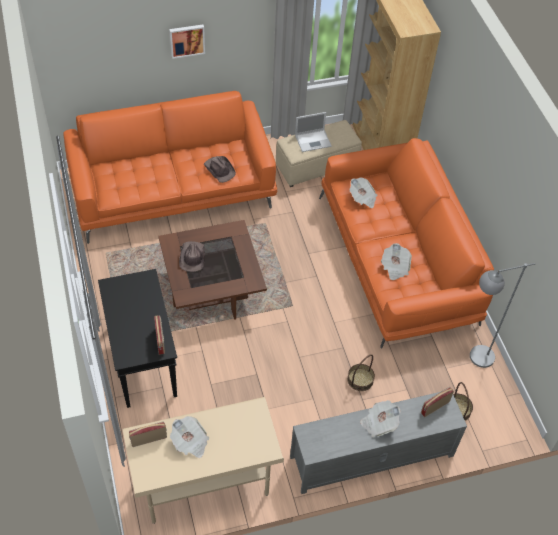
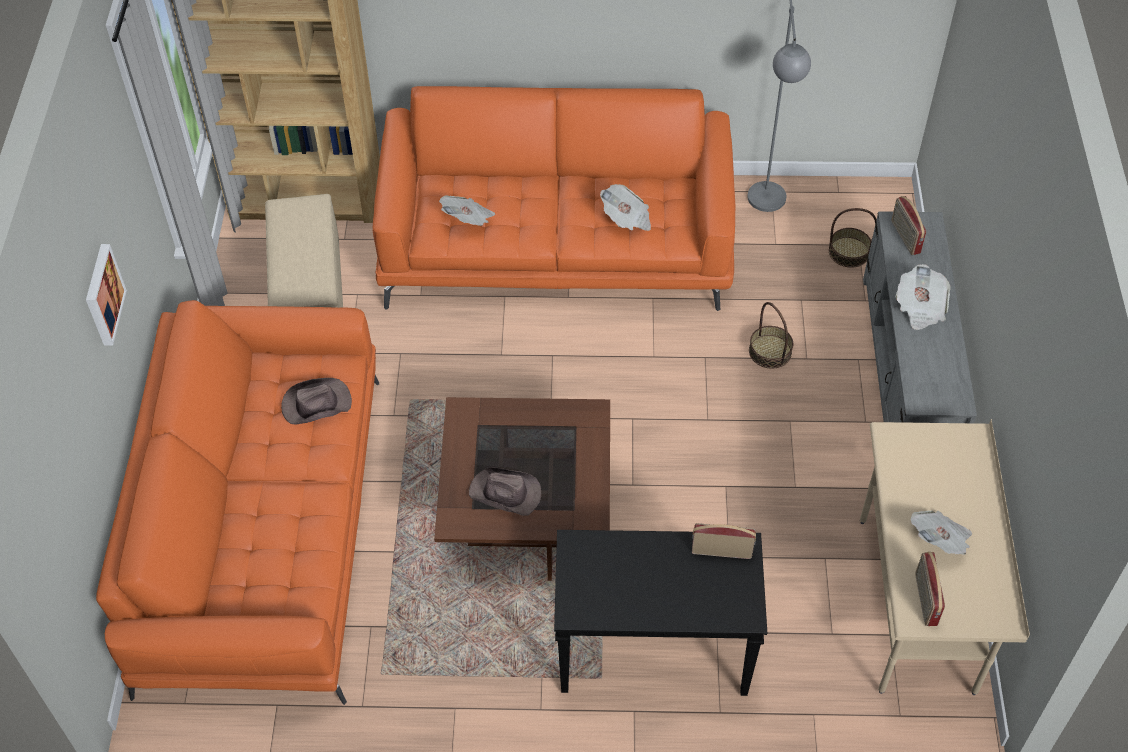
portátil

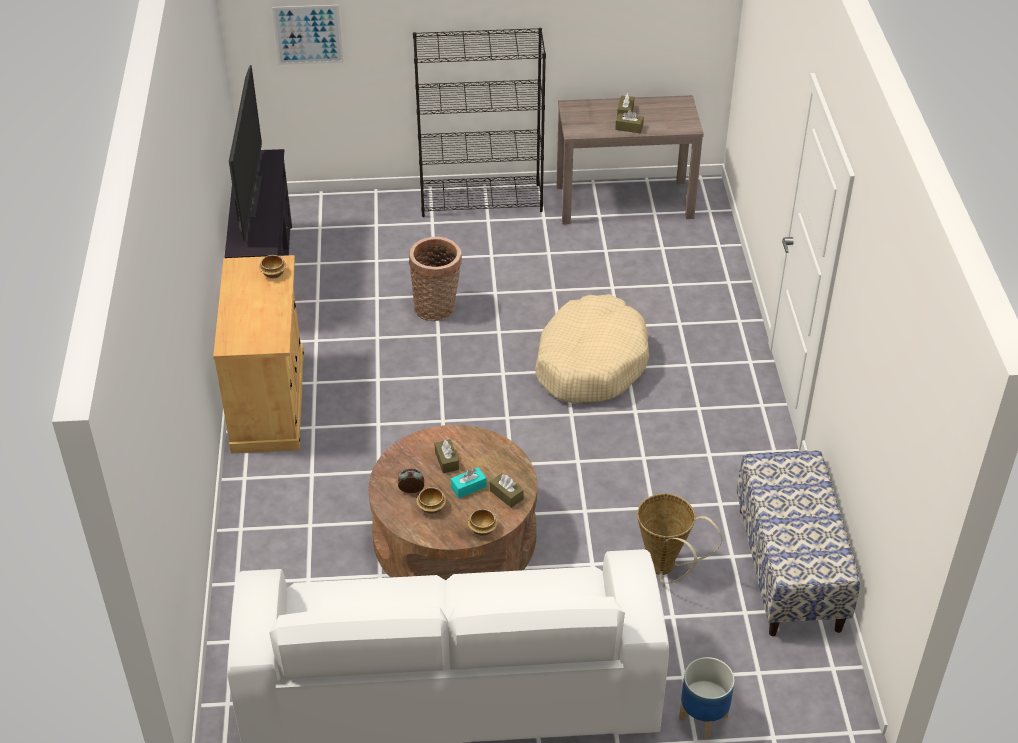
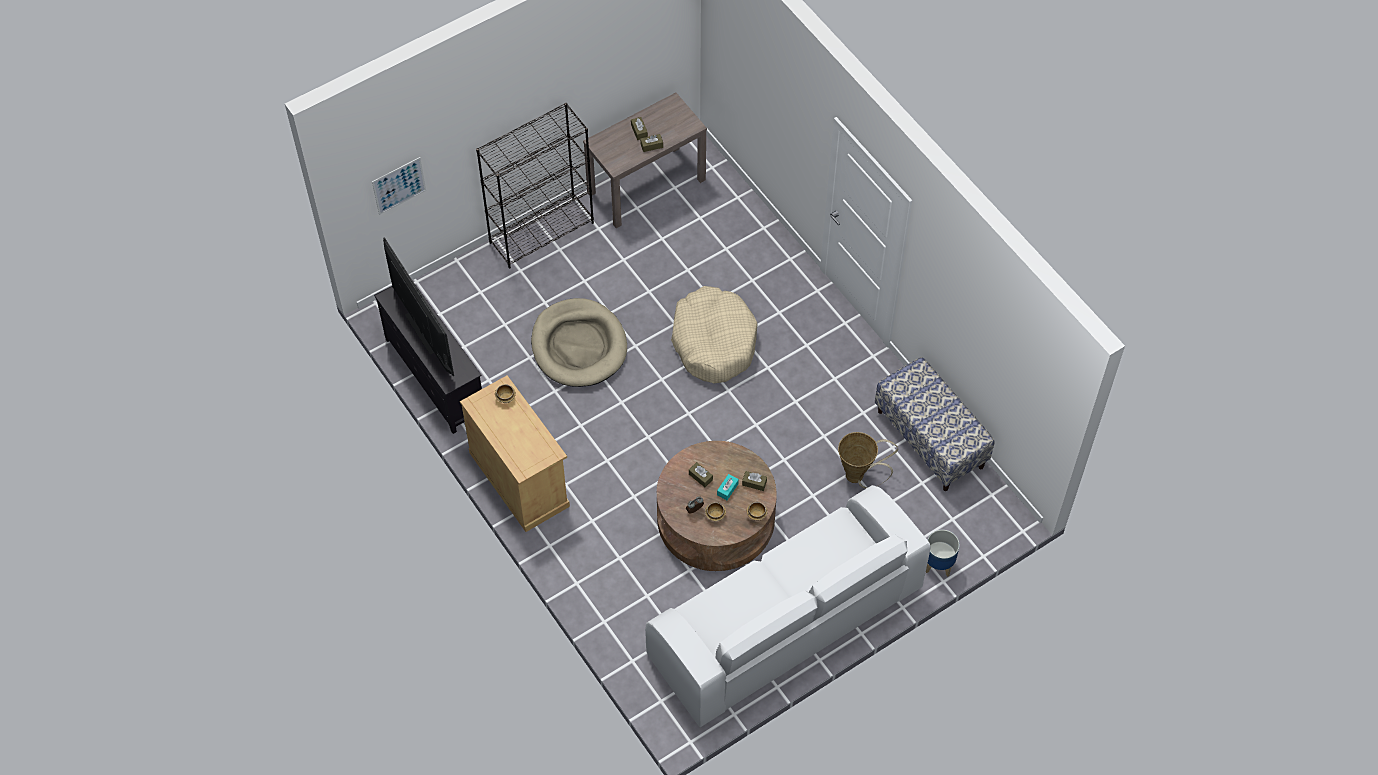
cama para perro/beis (1st from left)

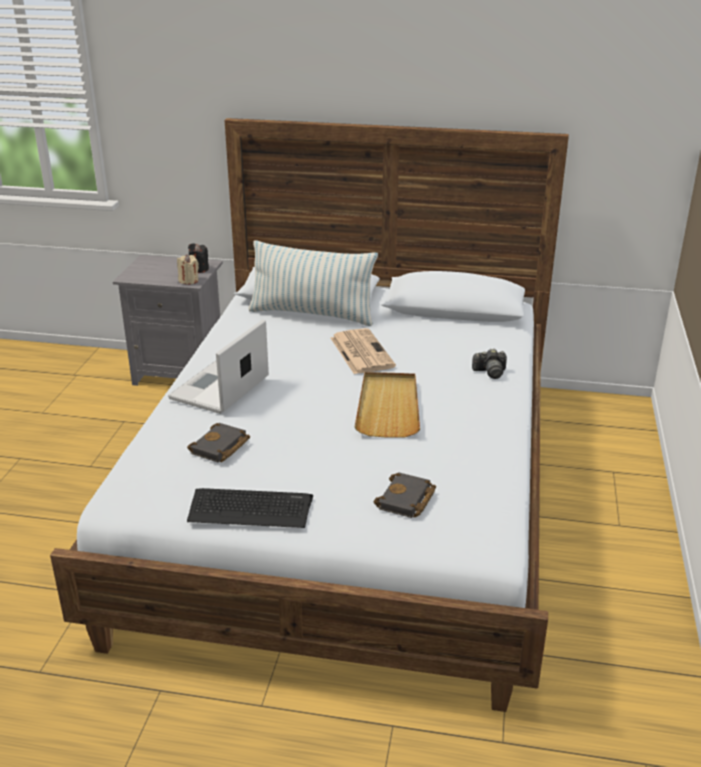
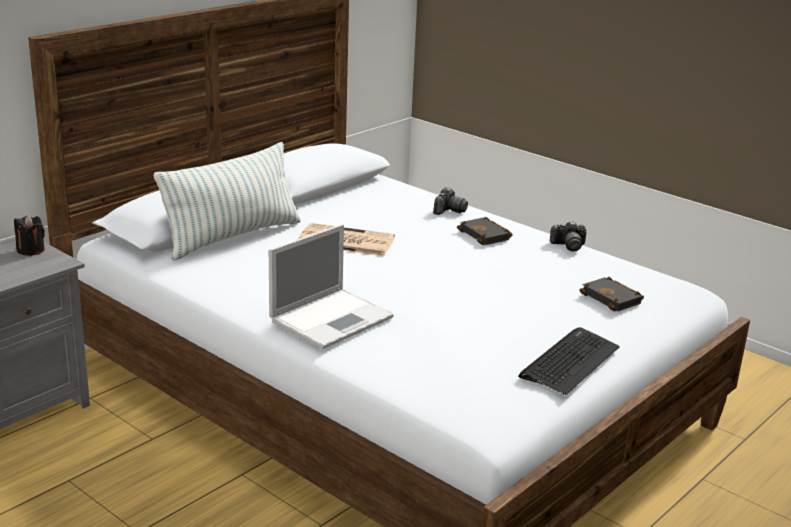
portátil
vela/beis
libro/negro (1st from left)
bandeja/beis
cámara (2nd from left)

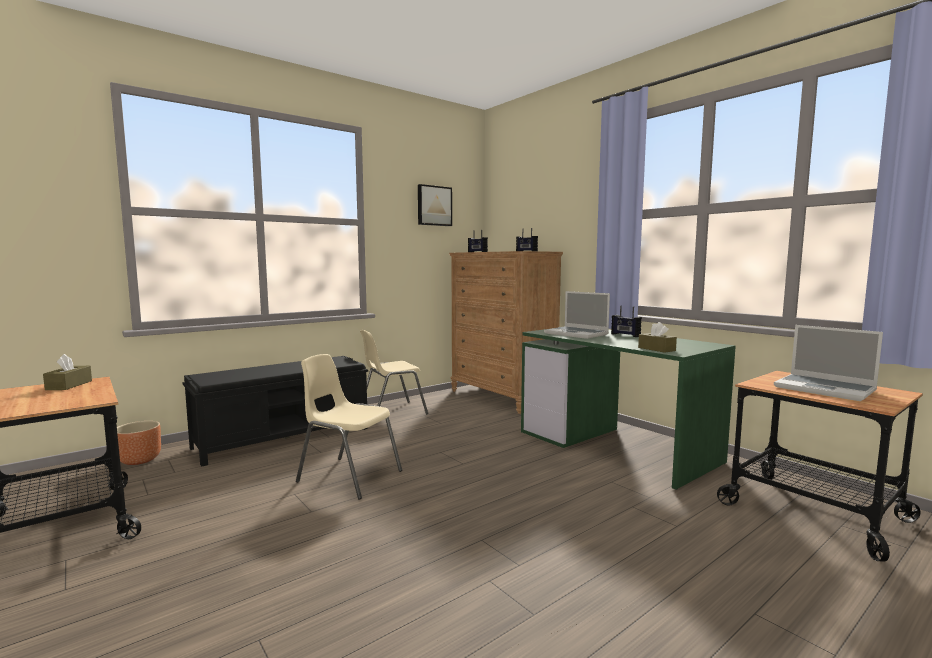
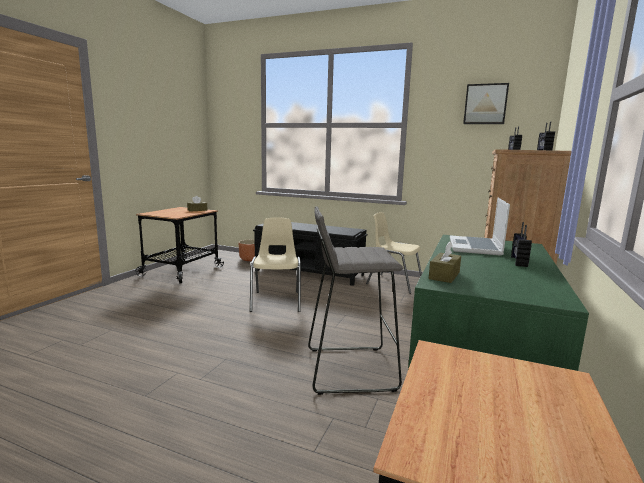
portátil (2nd from left in the first image)
taburete/gris

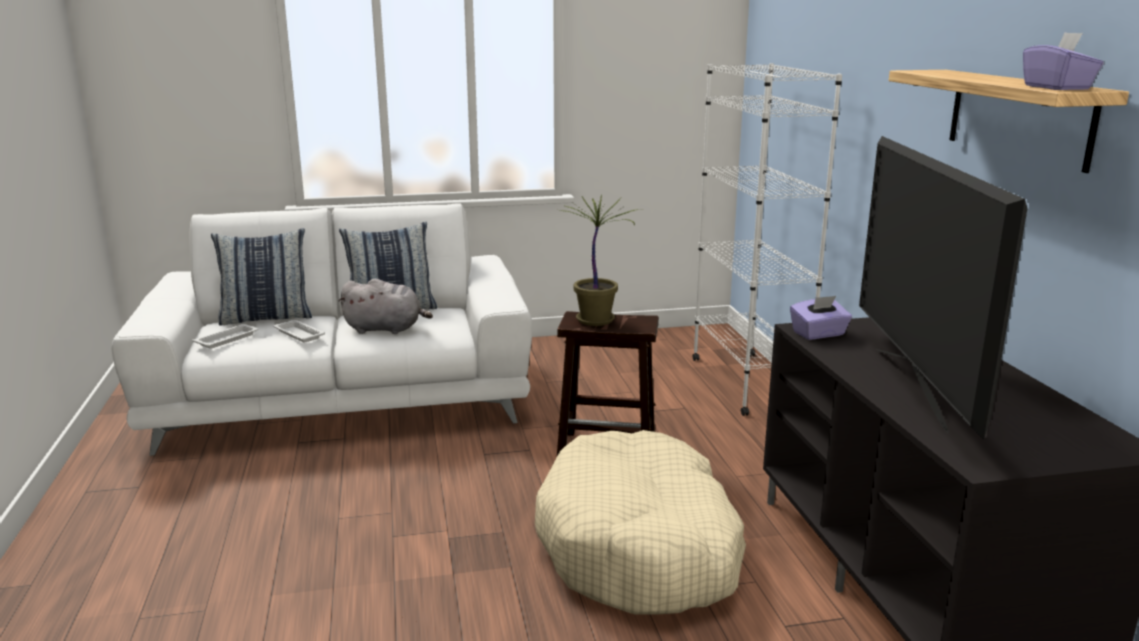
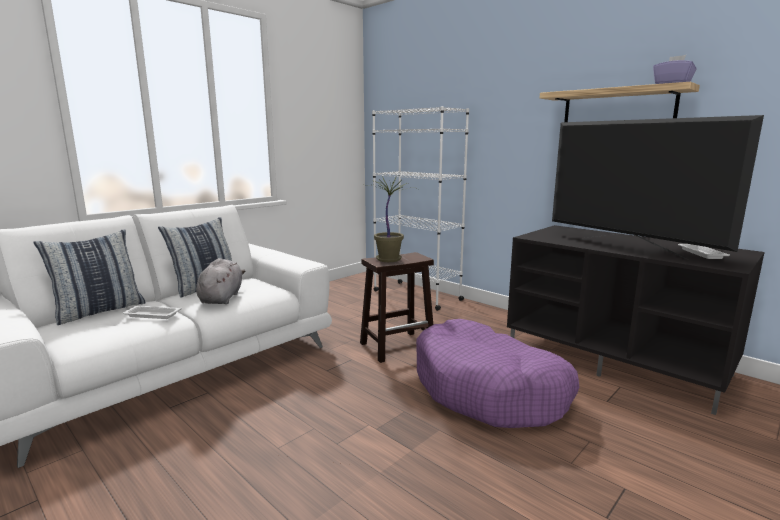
bandeja/blanco (2nd from left)
peluche/gris
cama para perro/morado
caja de pañuelos/morado (1st from left in the first image)

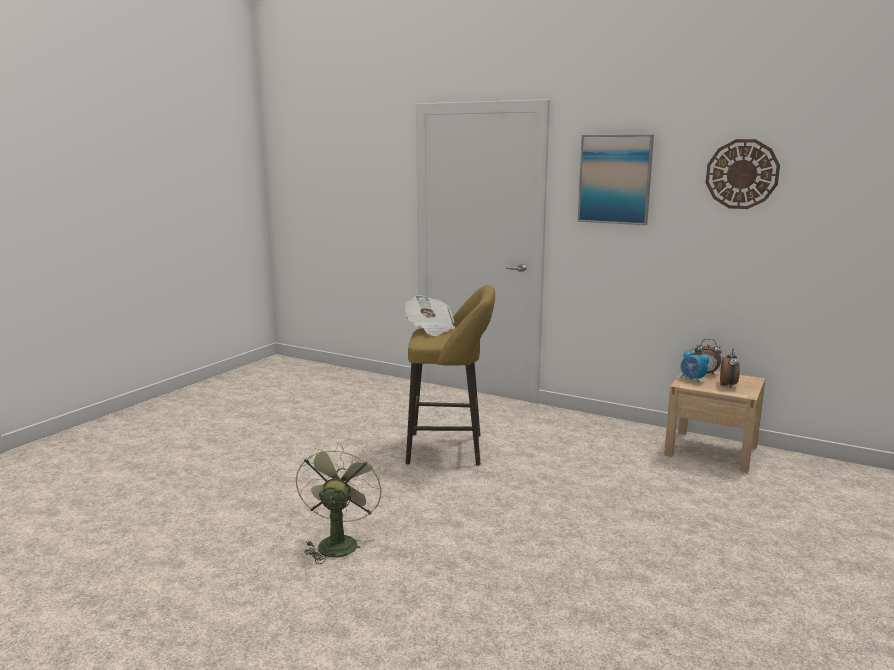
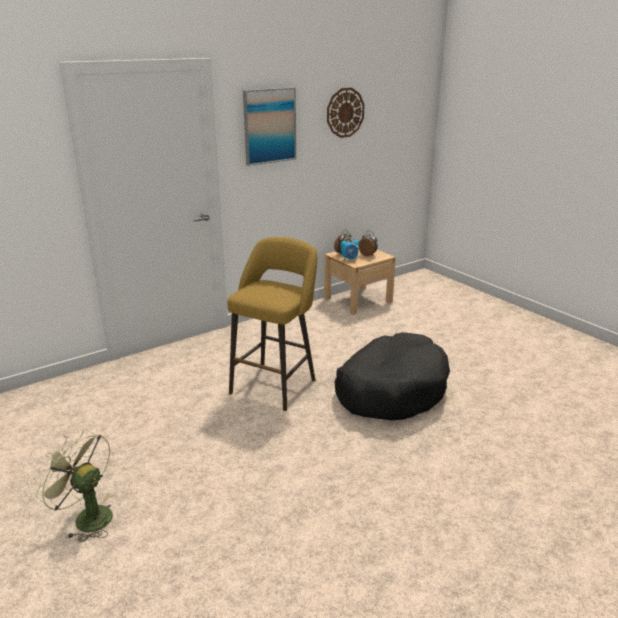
ventilador/verde
periódico
cama para perro/negro

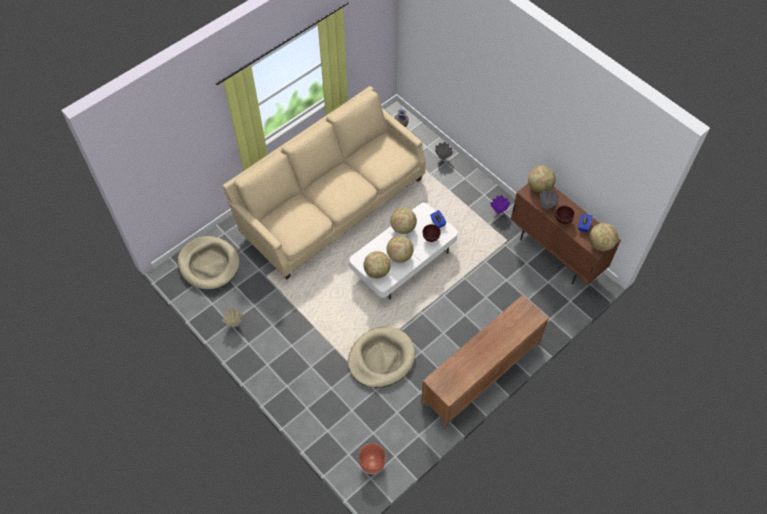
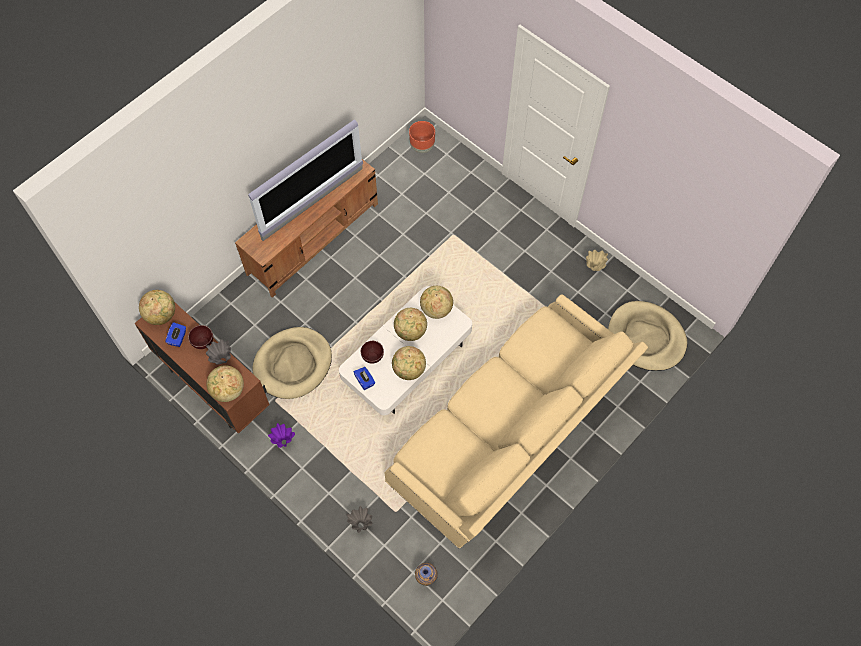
cama para perro/beis (1st from left)
televisor

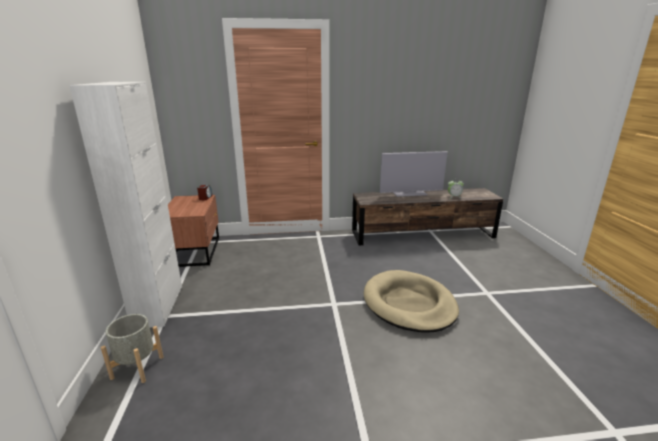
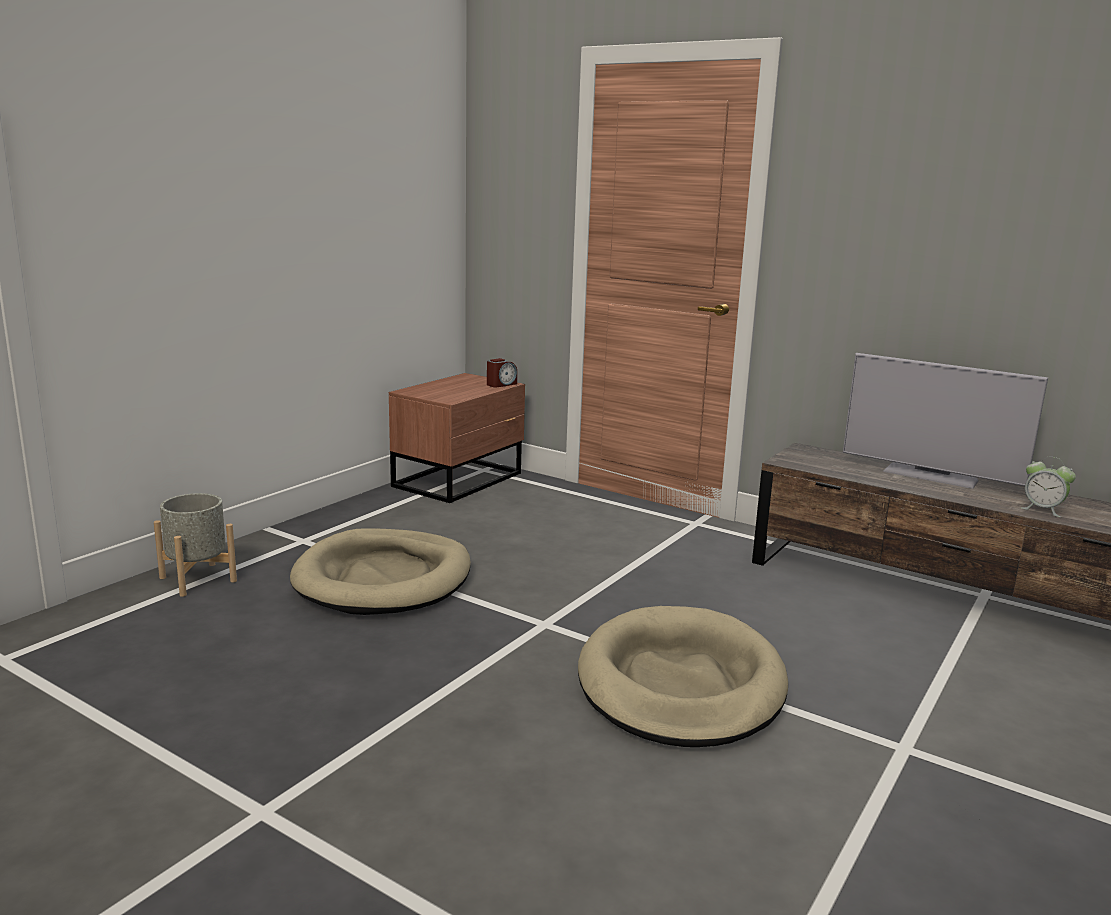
armario/blanco
cama para perro/beis (1st from left)

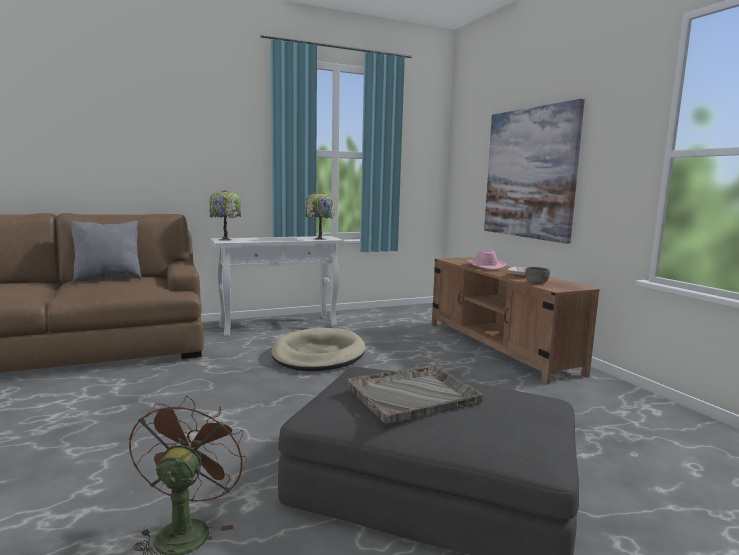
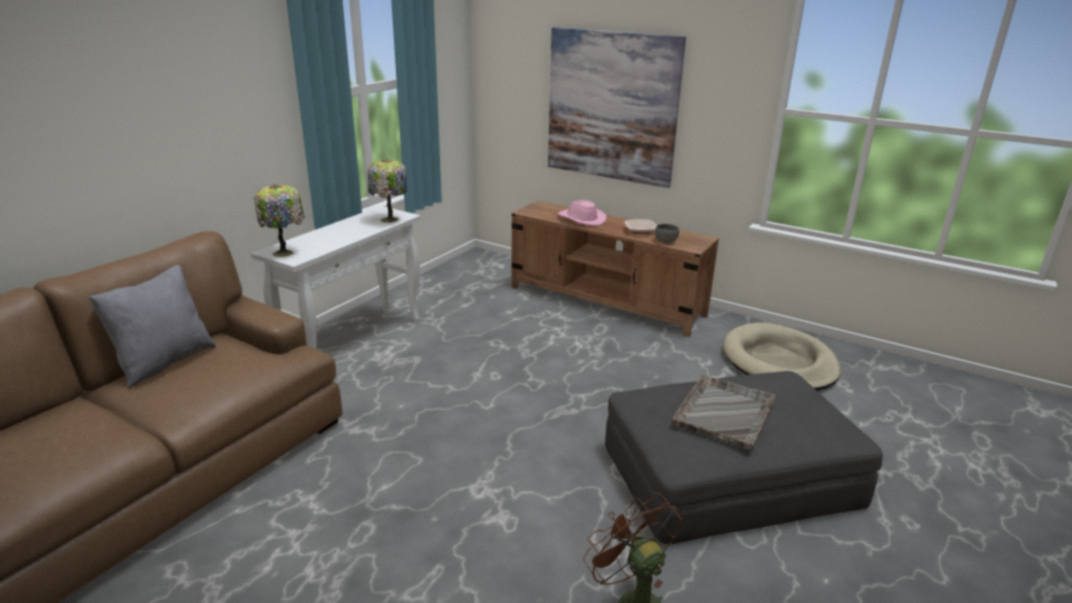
cama para perro/beis

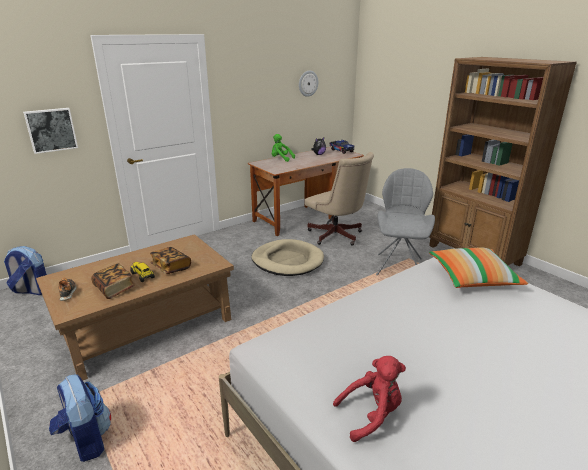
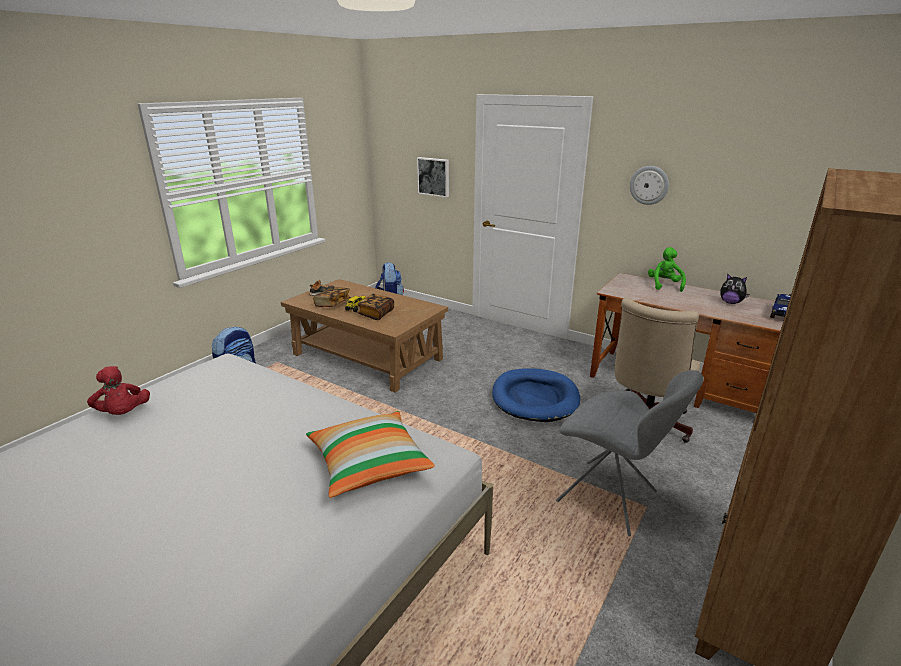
cama para perro/azul
reloj de pared
silla/gris

